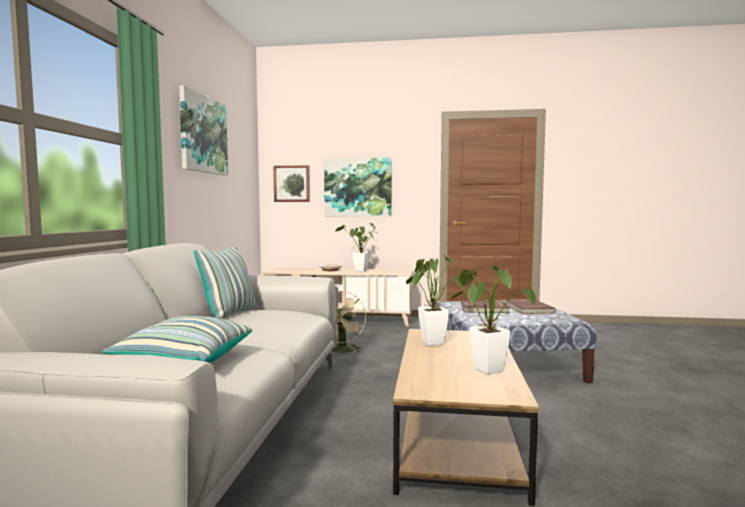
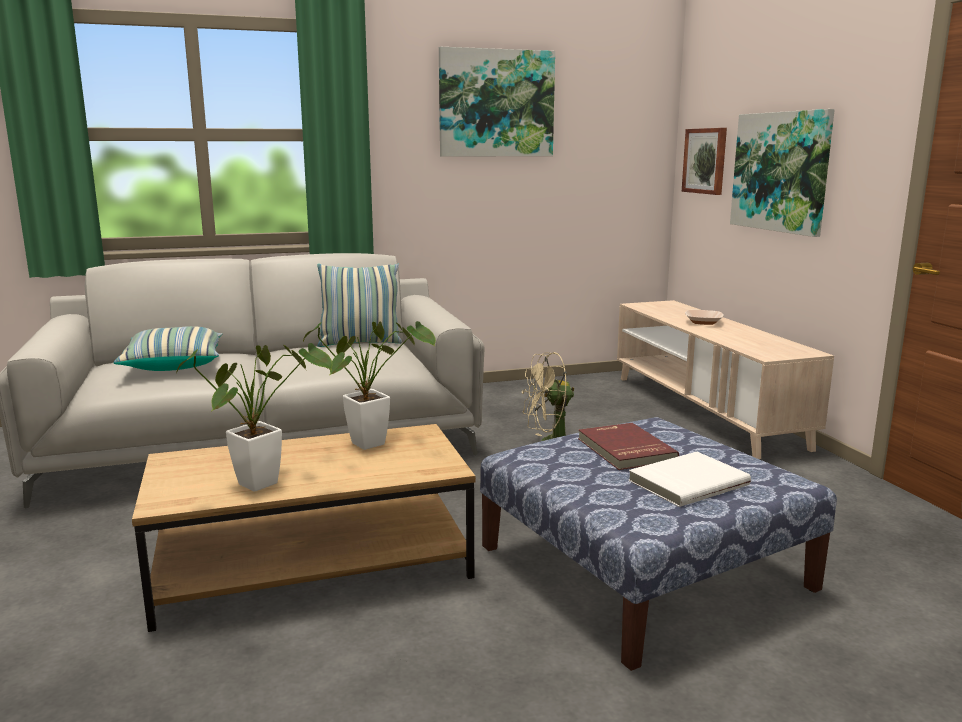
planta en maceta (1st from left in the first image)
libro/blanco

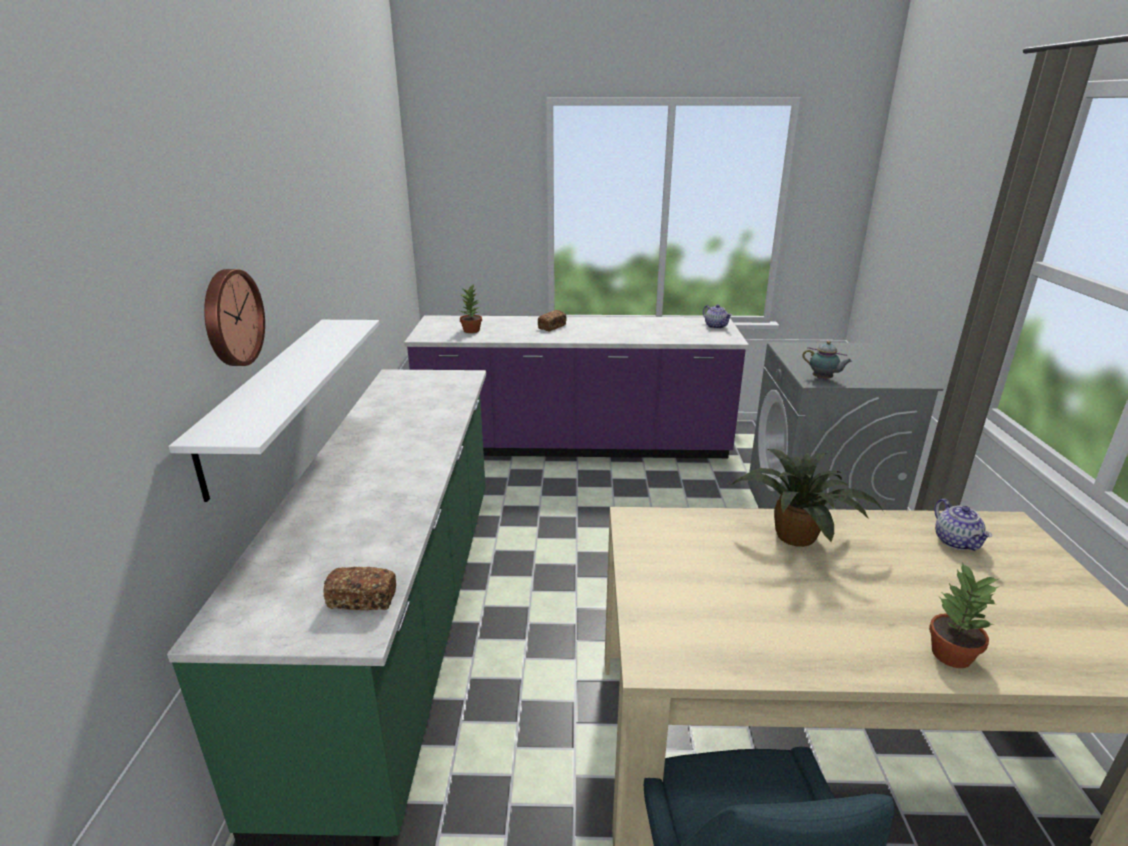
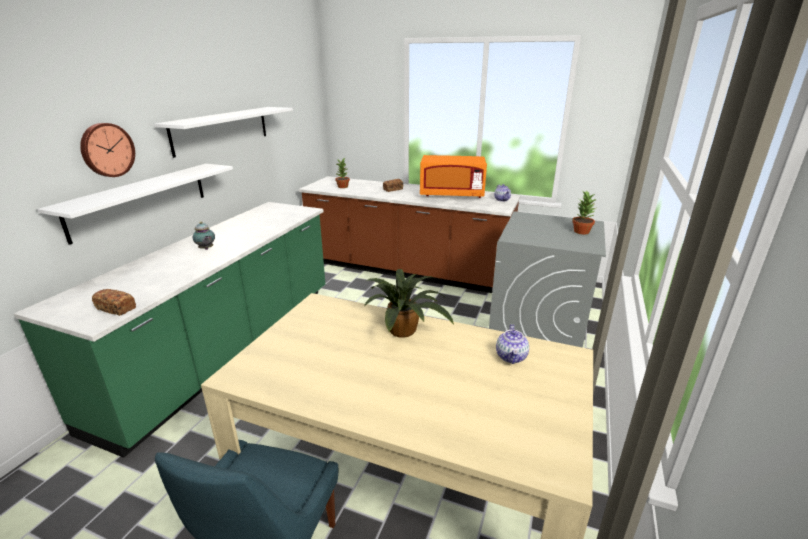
mueble bajo de cocina/marrón
tetera (1st from left)
planta en maceta (3rd from left)
estante/blanco (2nd from left)
microondas/naranja

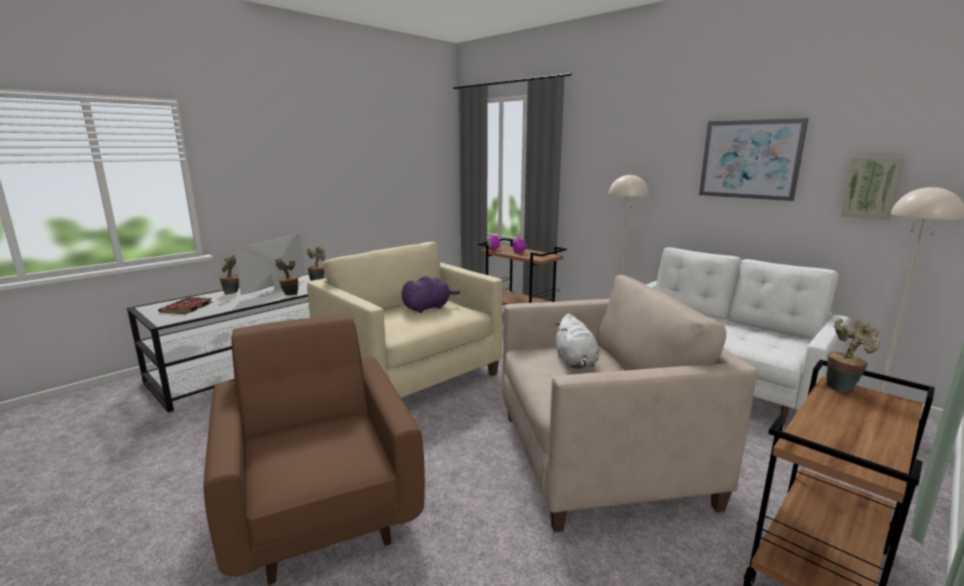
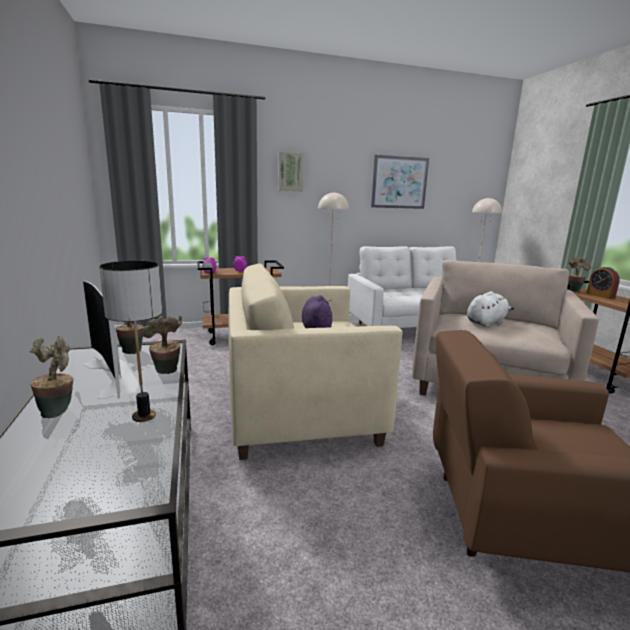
libro
peluche/blanco
cuadro (1st from left)
lámpara de mesa
despertador (3rd from left)

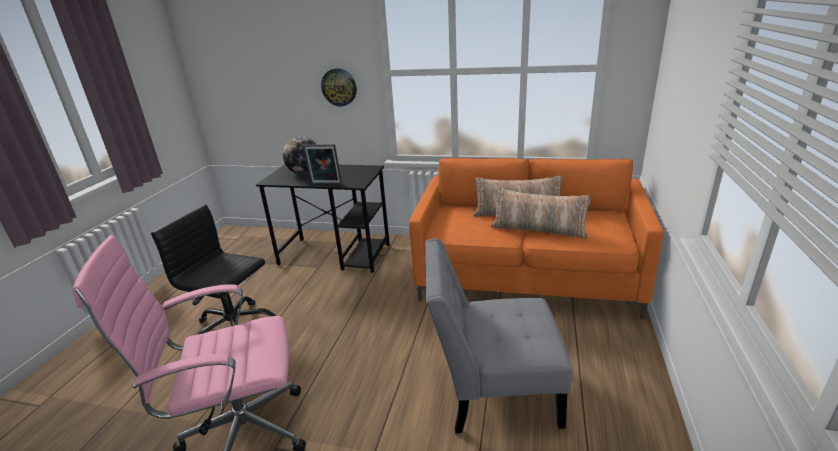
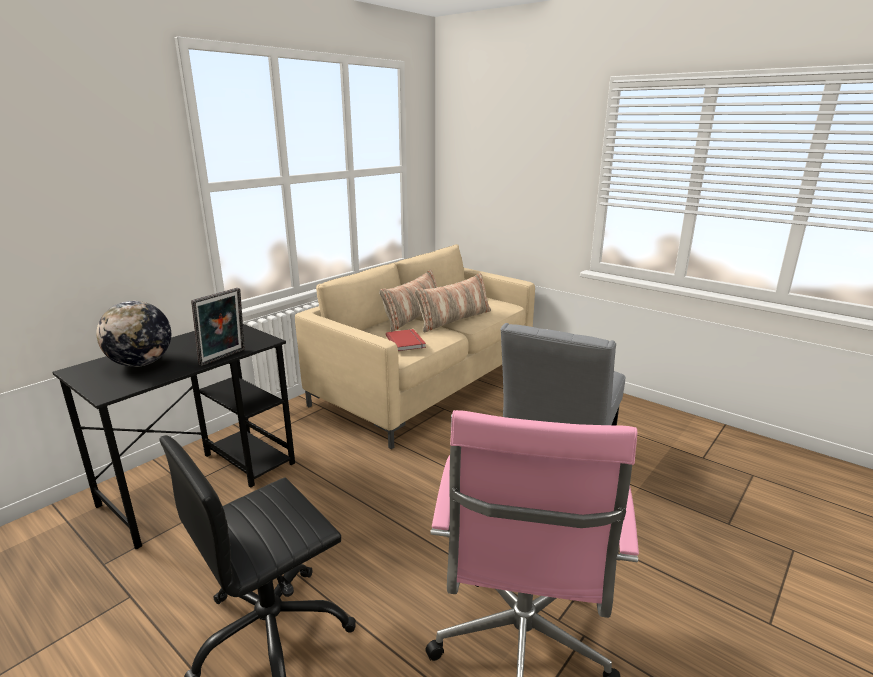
reloj de pared
sofá/beis
libro/rojo

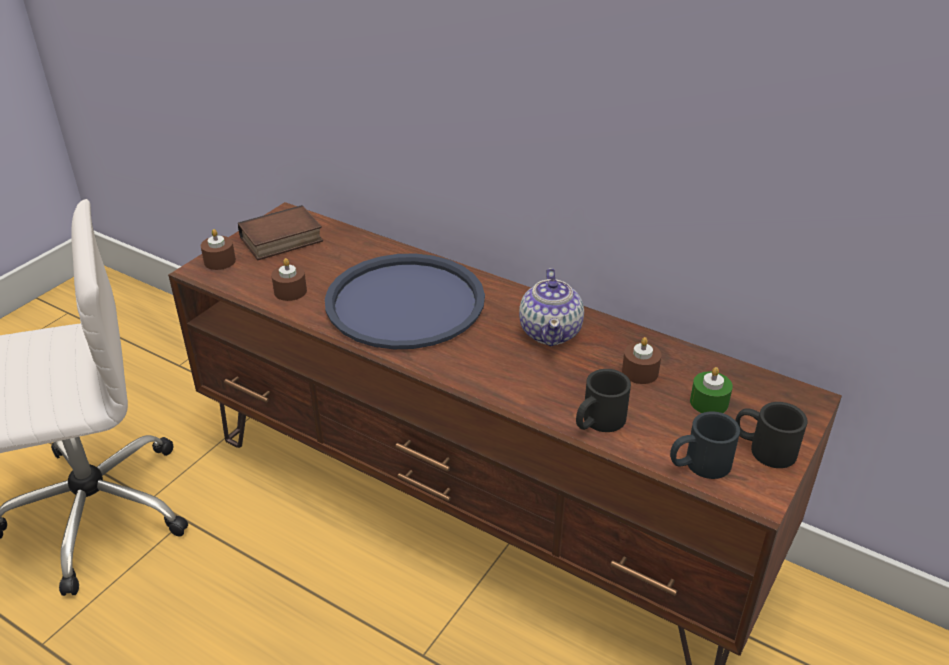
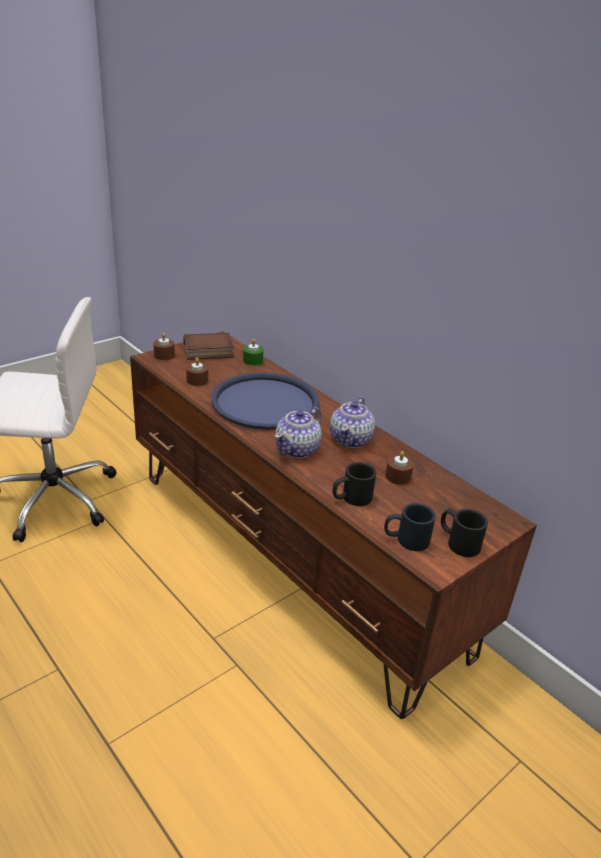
vela/verde
tetera (1st from left)

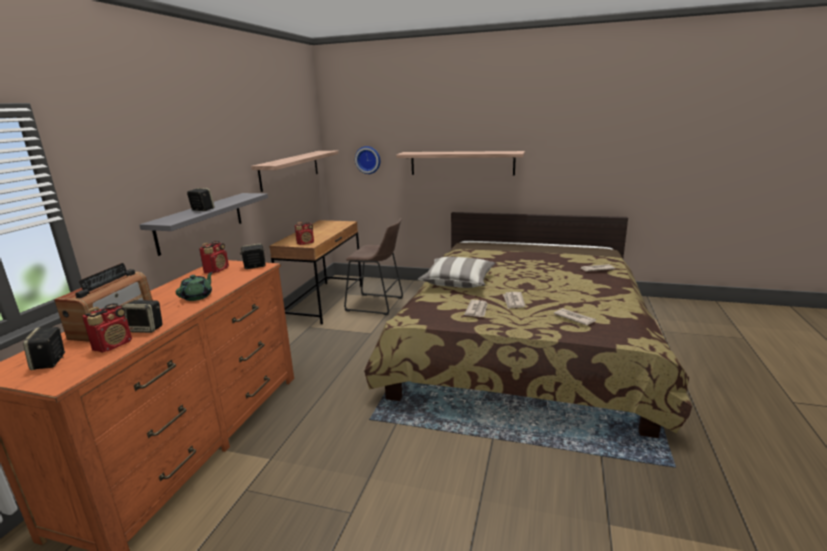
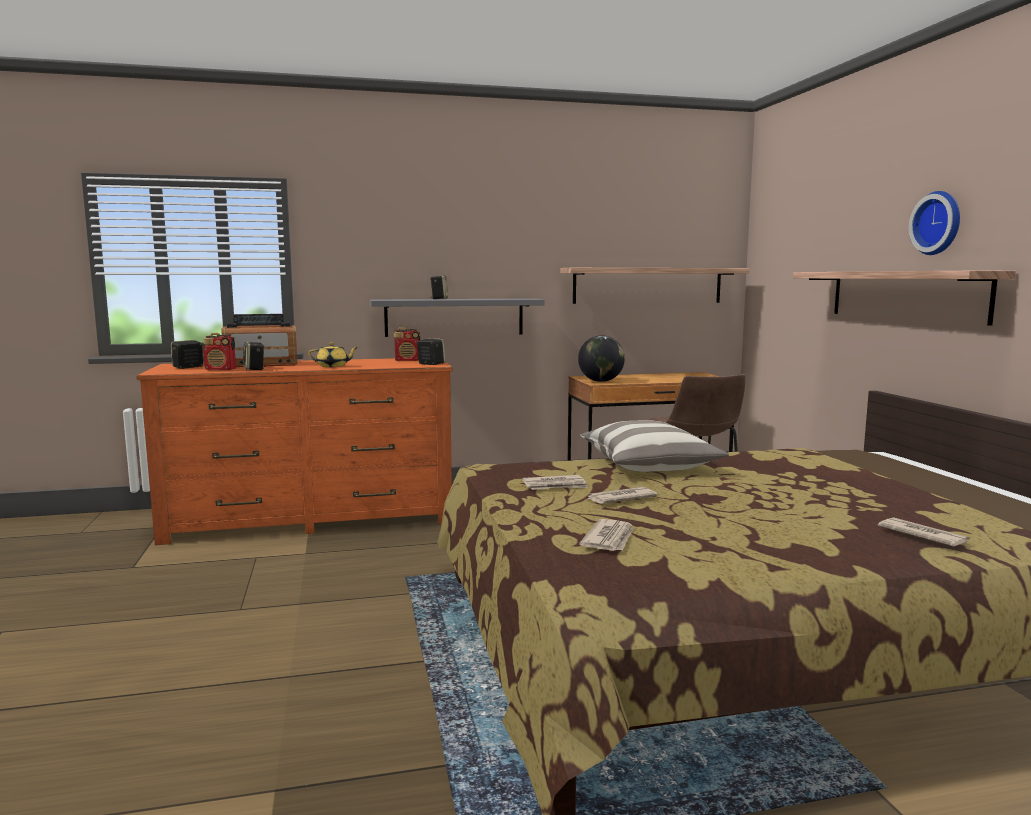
tetera/amarillo
globo terráqueo
reloj de pared

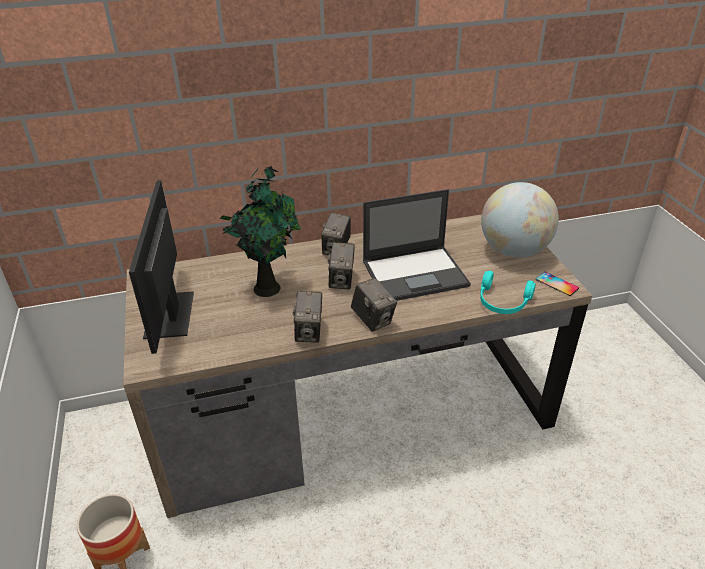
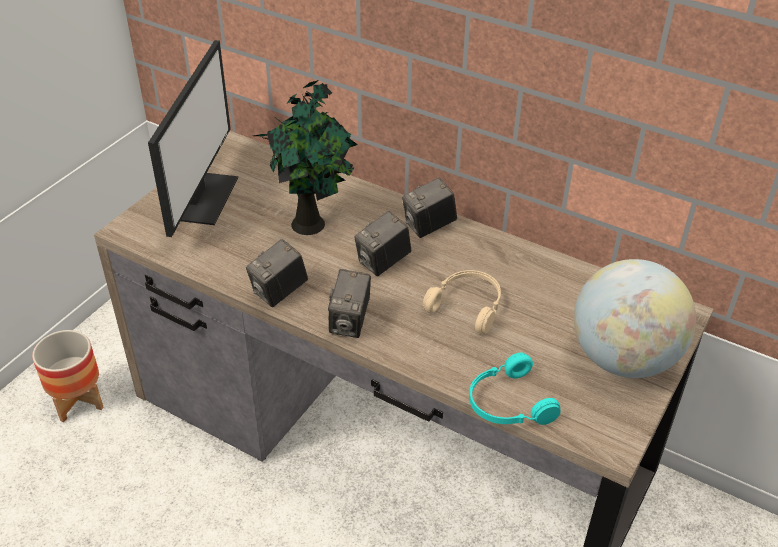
monitor
auriculares/beis
móvil

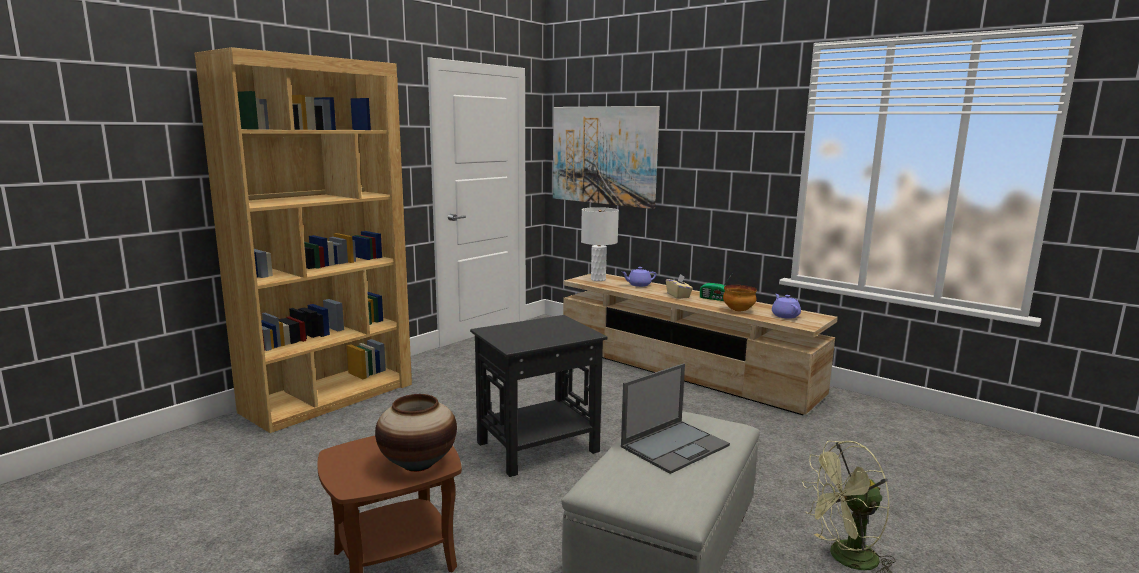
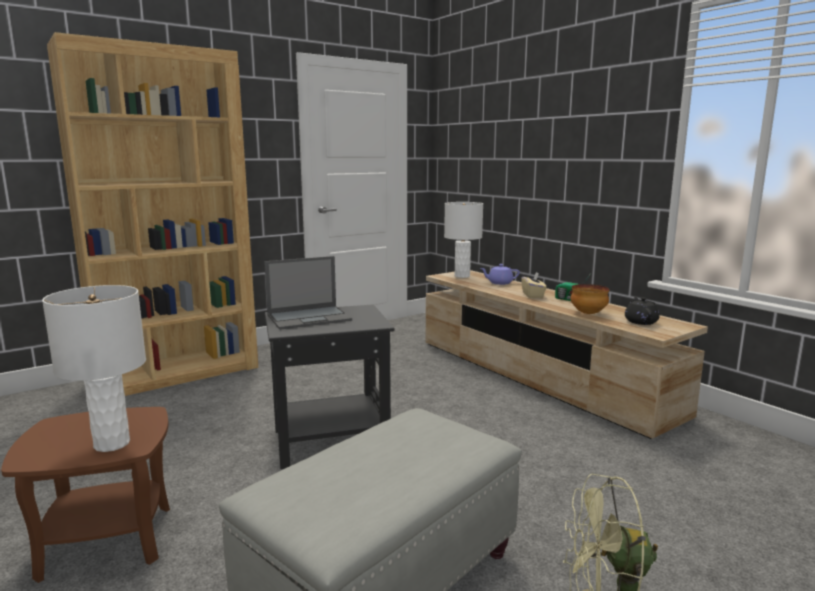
lámpara de mesa/blanco (1st from left)
cuadro
portátil
tetera/negro

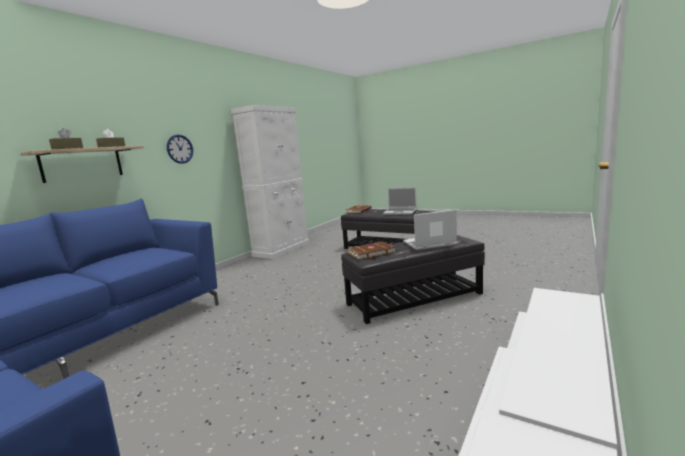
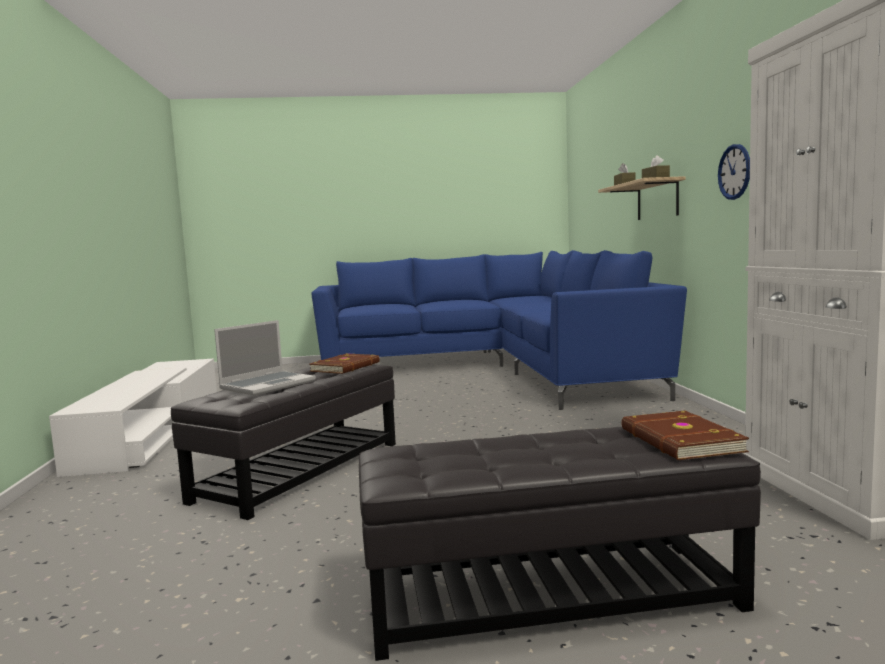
portátil (1st from left in the first image)

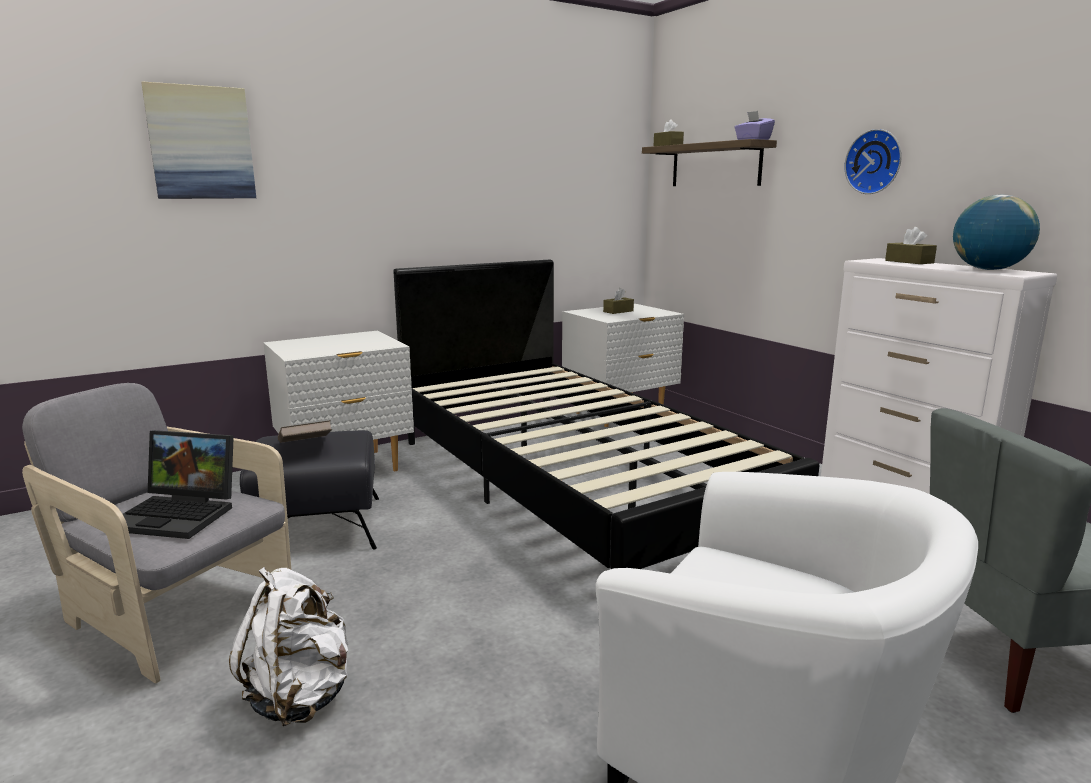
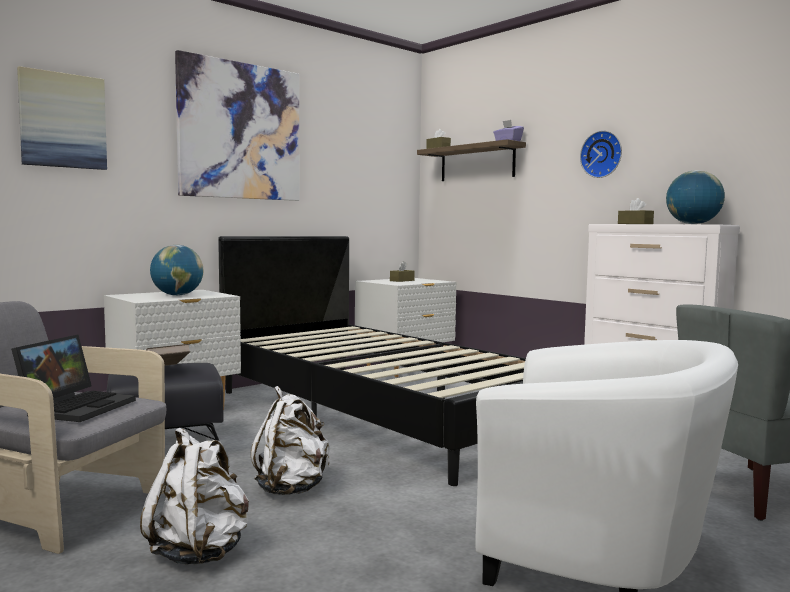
portátil
globo terráqueo (1st from left)
cuadro (2nd from left)
mochila/blanco (2nd from left)

